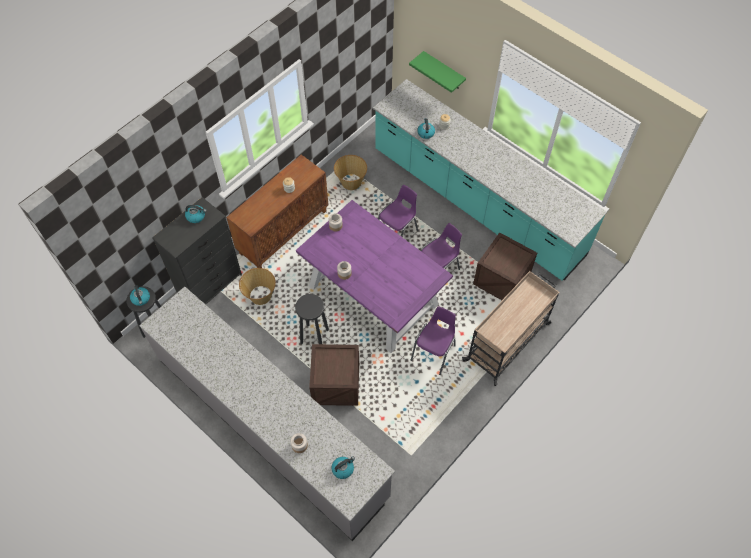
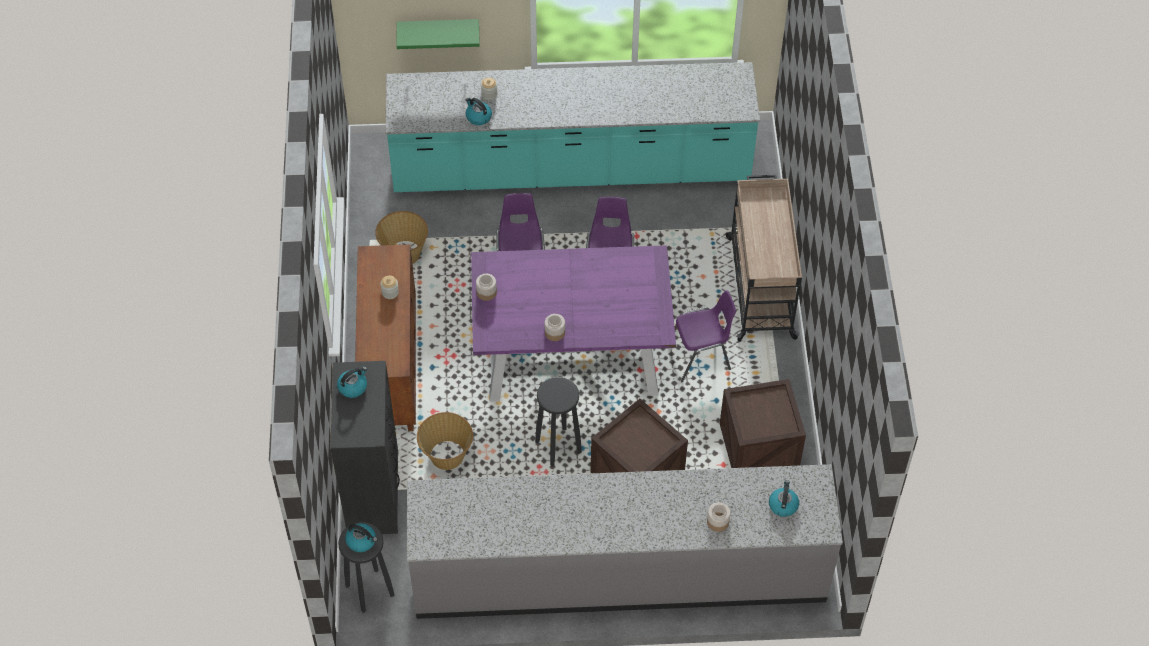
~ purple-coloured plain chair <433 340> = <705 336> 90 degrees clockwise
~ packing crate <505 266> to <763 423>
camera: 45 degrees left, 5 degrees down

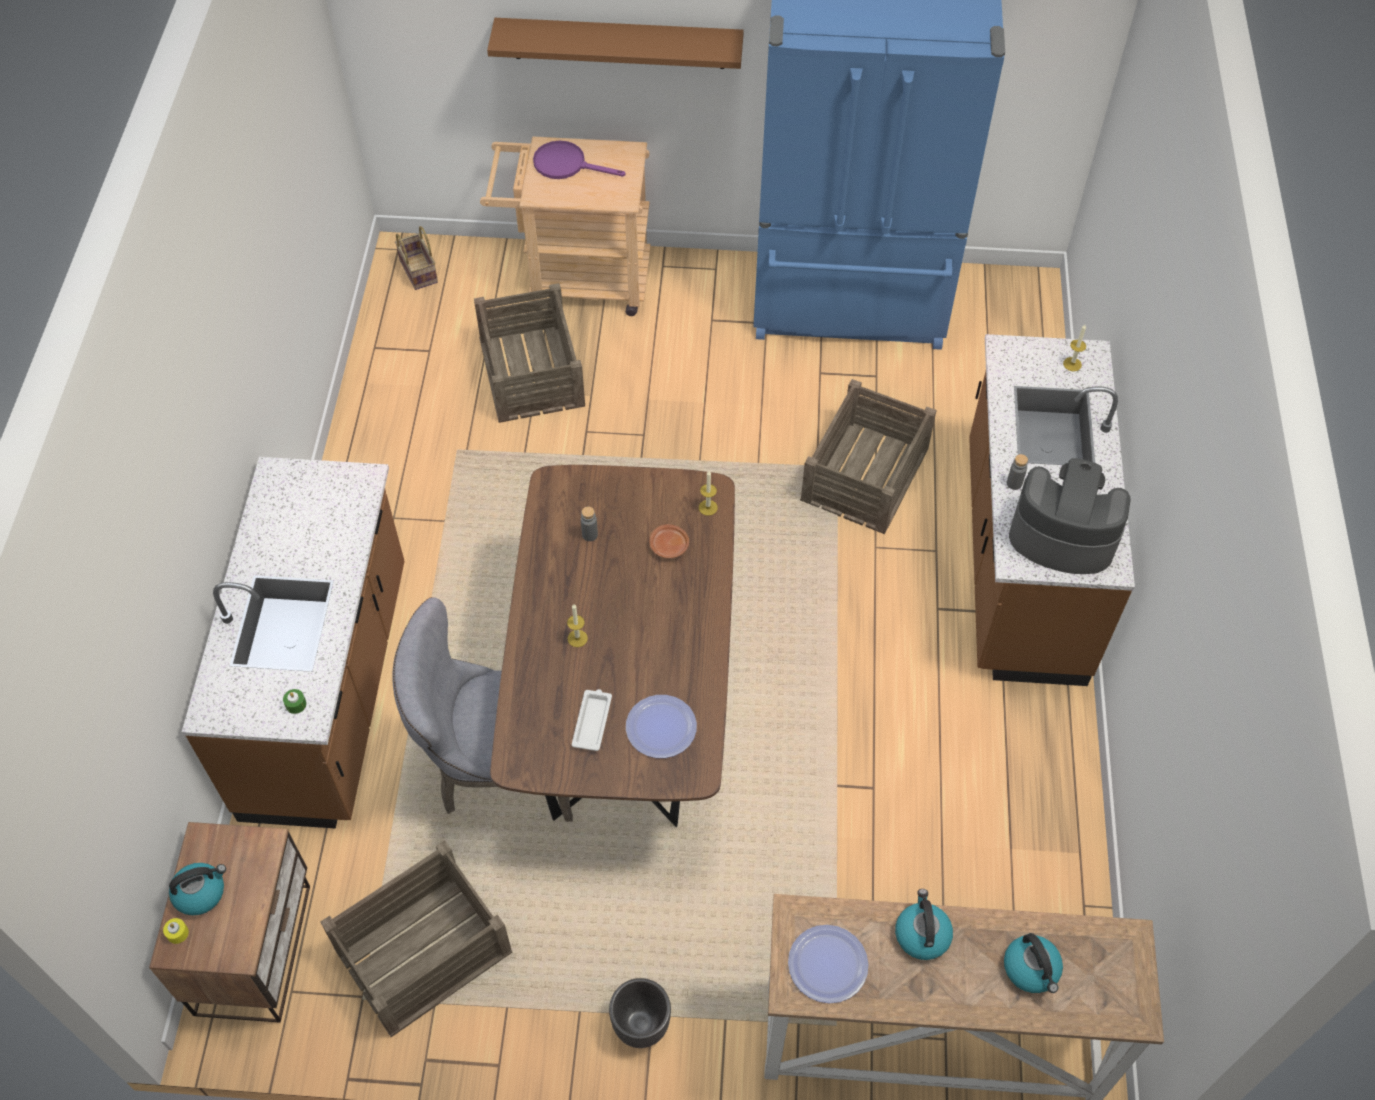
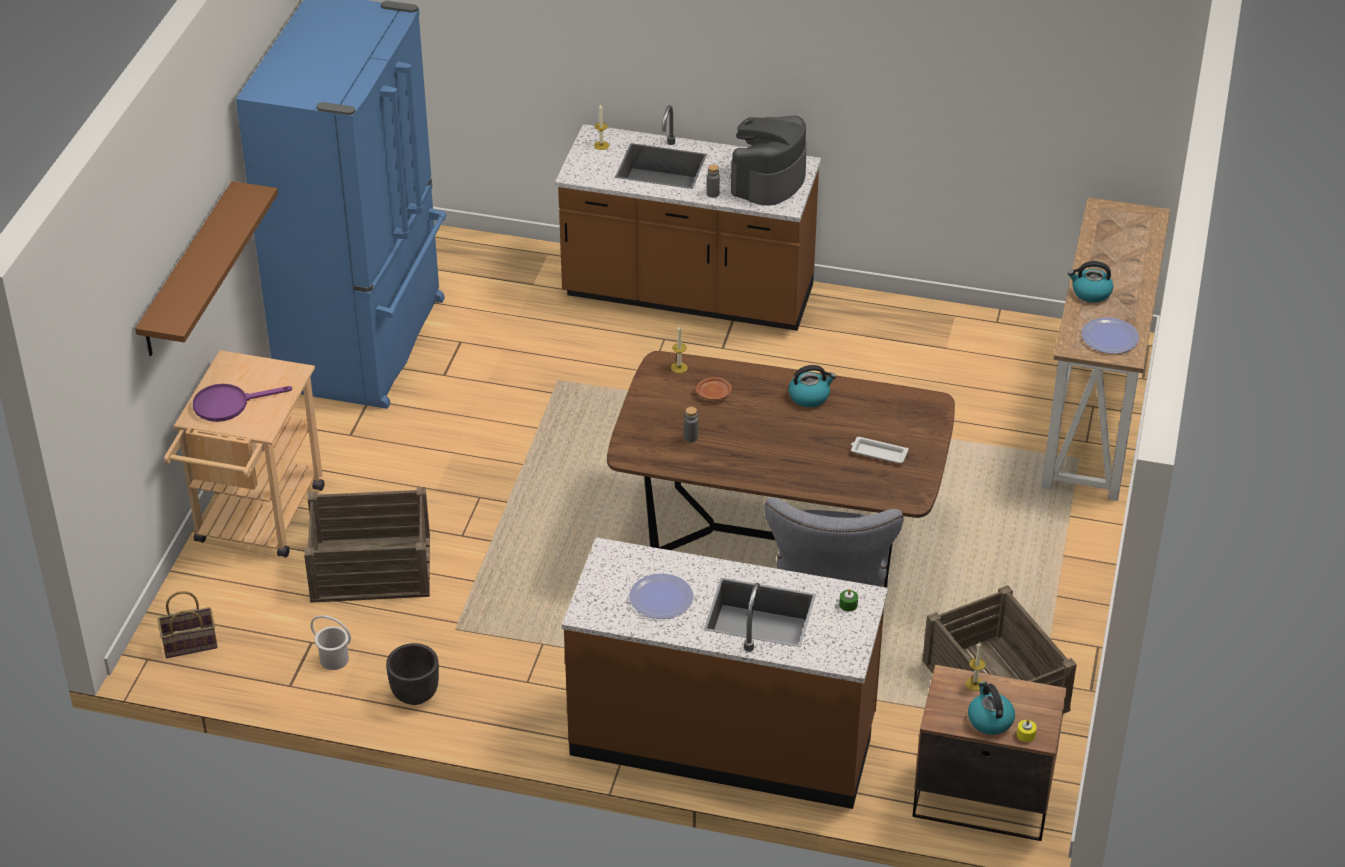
~ purple-coloured skillet <579 160> = <242 403> 45 degrees clockwise
+ whitish pail <331 642>
~ black-coloured plant pot <640 1013> to <412 674>
~ plate <661 726> to <661 596>
~ tea kettle <1033 963> to <812 386>
~ candle <577 625> to <976 666>
- packing crate <868 456>
camera: 80 degrees left, 15 degrees down

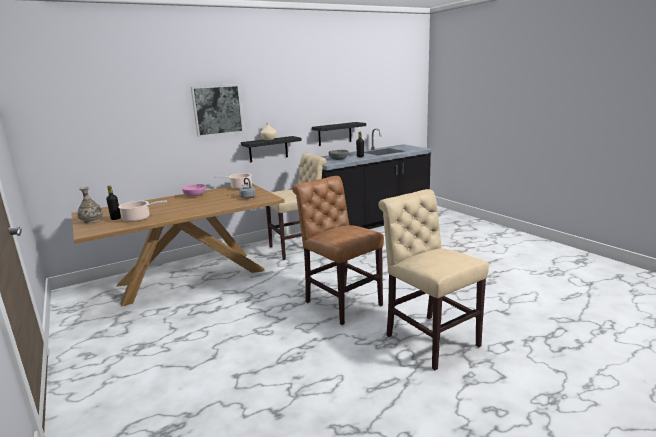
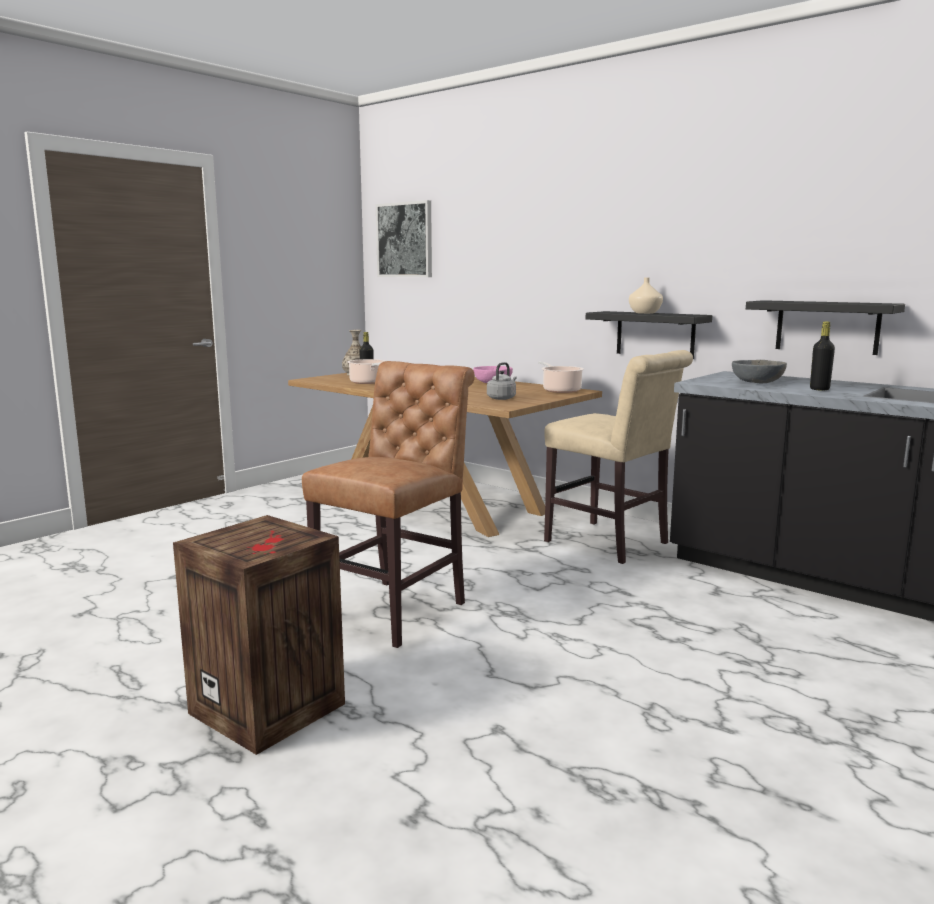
~ beige plain chair <433 279> to packing crate <259 635>
~ wall art <217 110> to <404 238>
camera: 70 degrees right, 5 degrees down

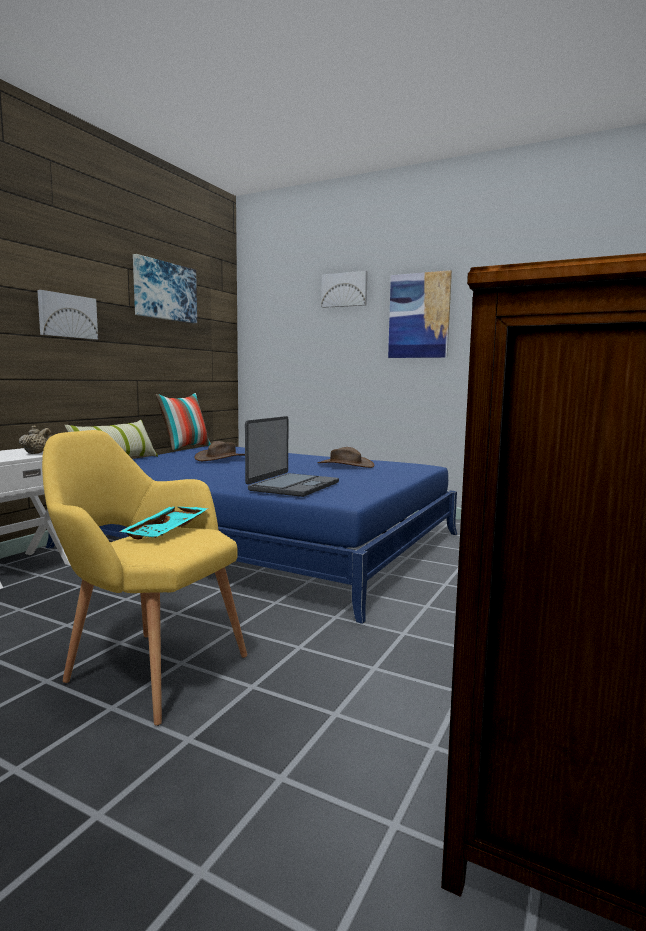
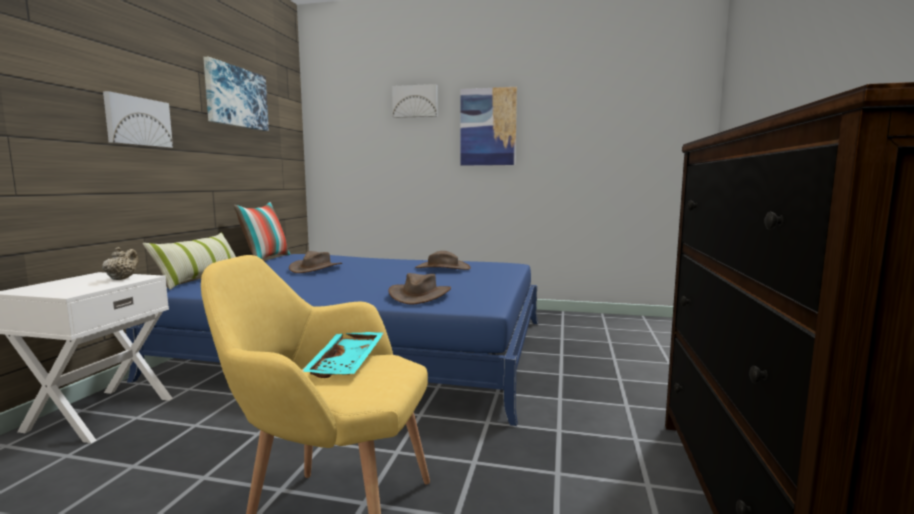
~ portable computer <292 456> to brown clothing hat <420 289>
camera: 15 degrees left, 0 degrees up

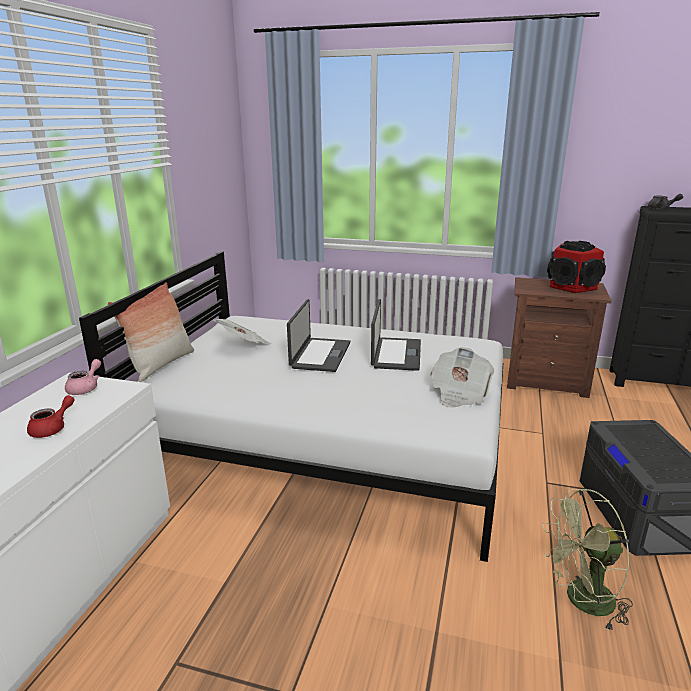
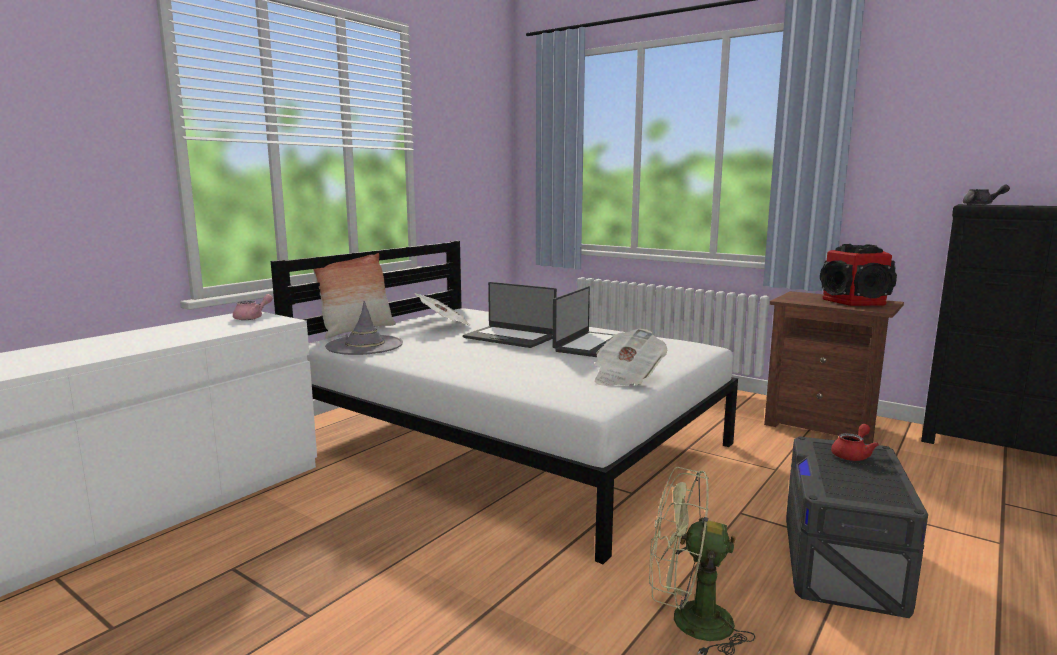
+ gray clothing hat <364 328>
~ portable computer <318 335> = <510 315> 90 degrees clockwise
~ red-coloured pot for tea <51 416> to <855 442>
camera: 20 degrees right, 10 degrees down

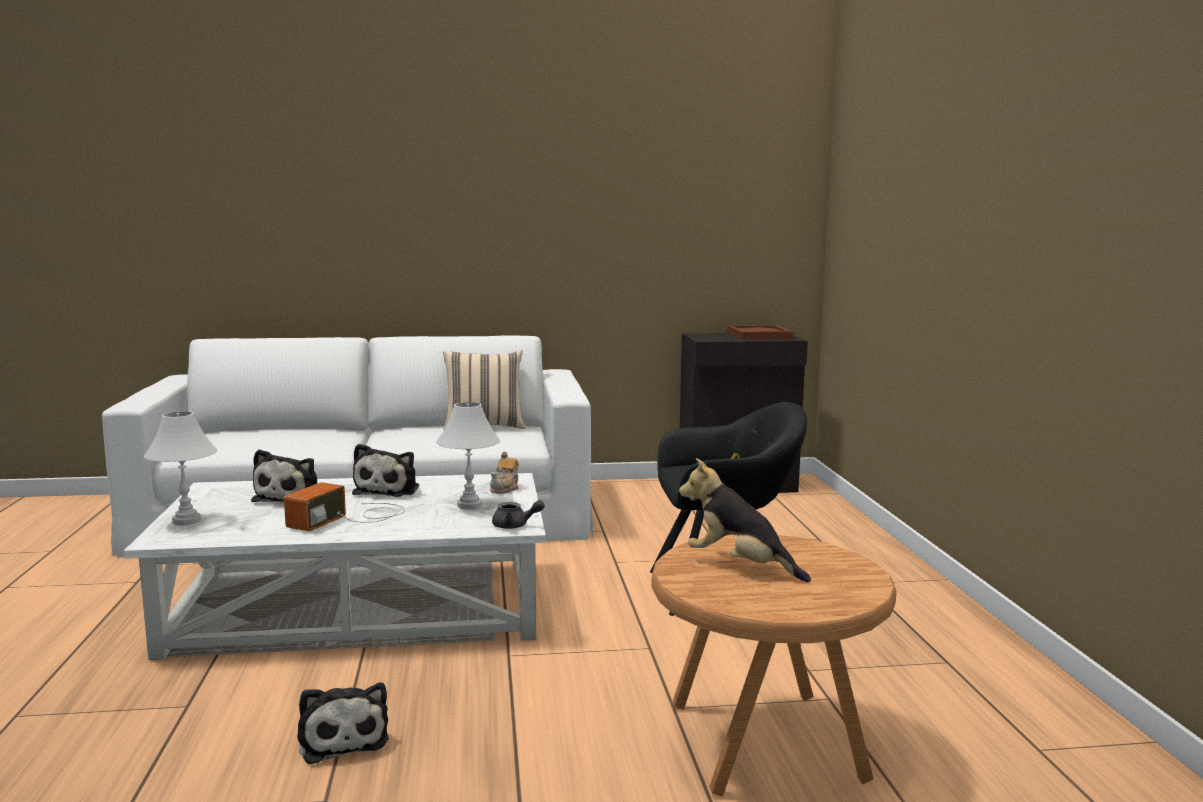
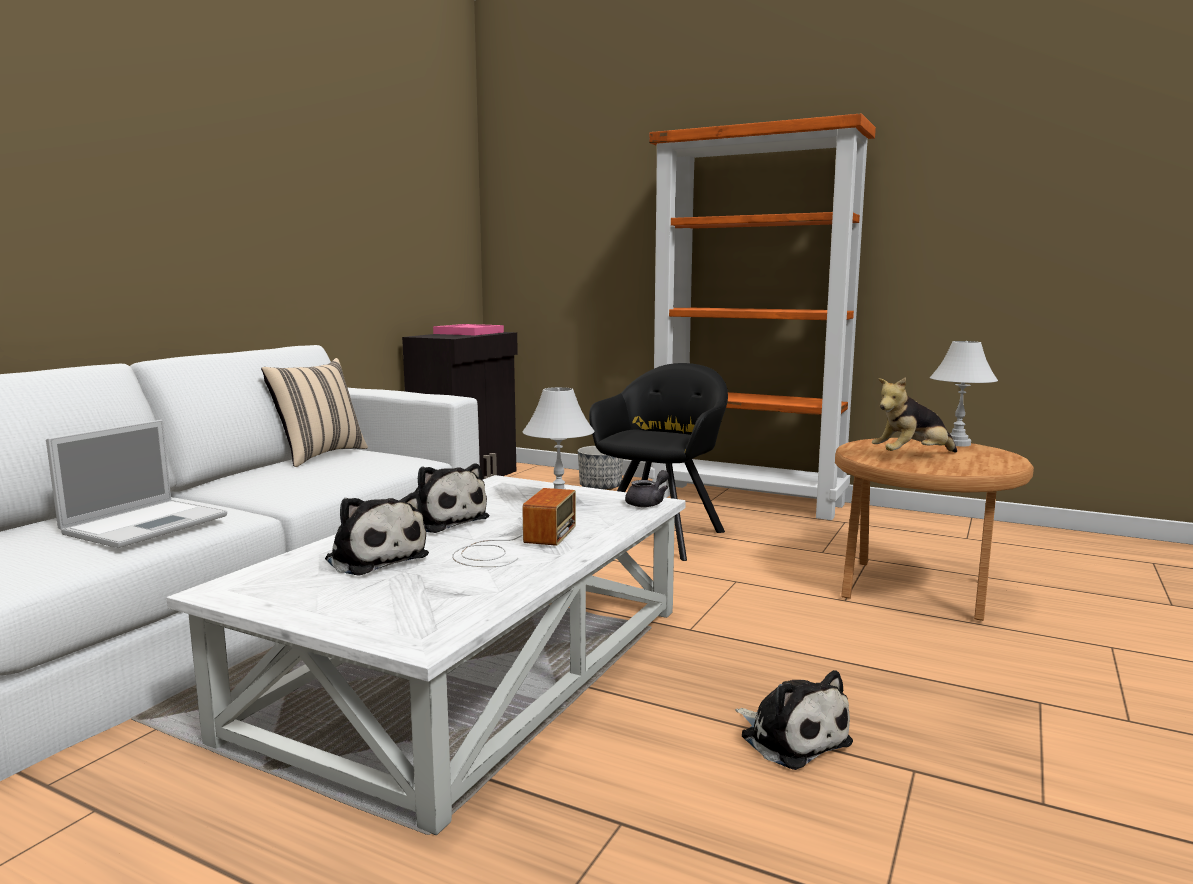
+ portable computer <136 484>
~ brown serving tray <760 332> to pinkish serving tray <468 329>
~ radio set <344 506> = <514 527> 135 degrees counterclockwise
+ plant pot <600 468>
+ orangey shelving unit <762 316>
~ soft toy <343 723> = <794 720> 45 degrees clockwise
~ whitish table lamp <180 468> to <964 393>
- pot for tea <504 473>
camera: 55 degrees left, 0 degrees up

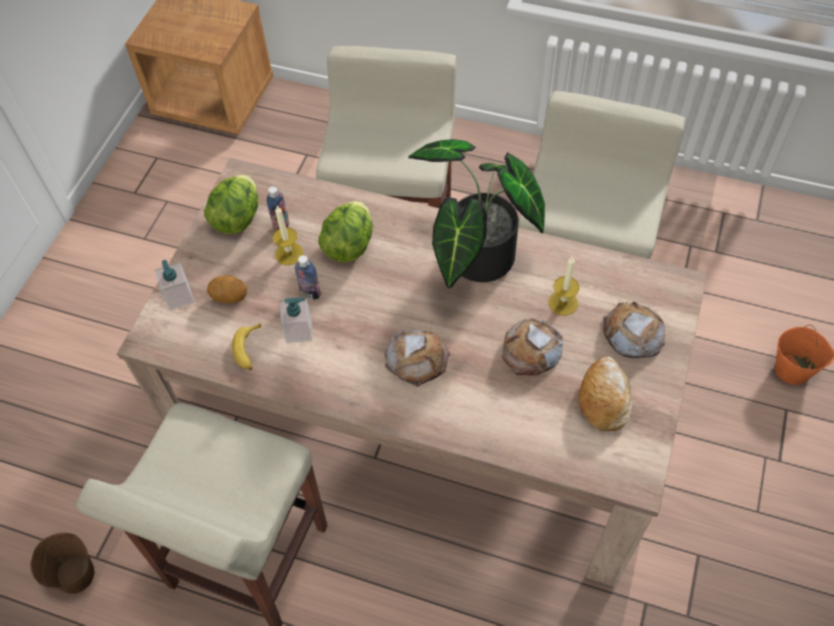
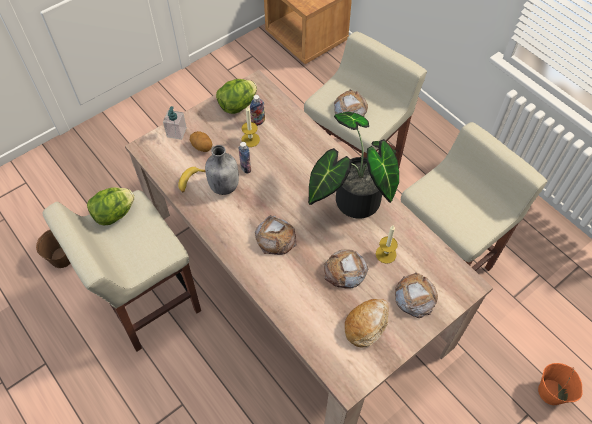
~ lettuce head <345 232> to <111 206>
~ soap dispenser <296 320> to gray beverage bottle <222 170>
+ bakery bread <351 103>
camera: 30 degrees right, 0 degrees up

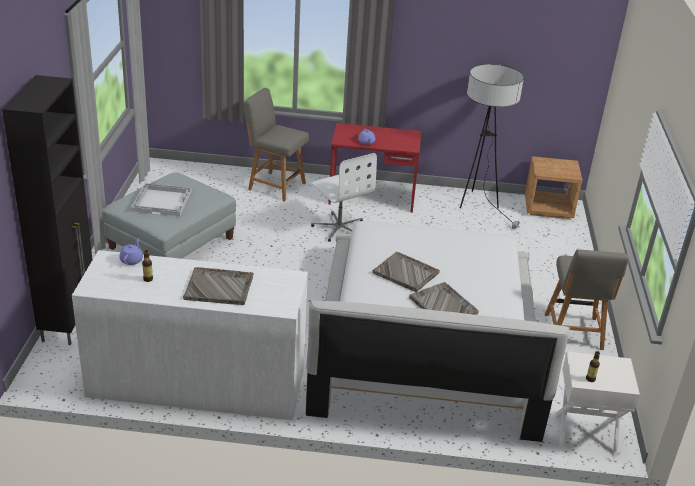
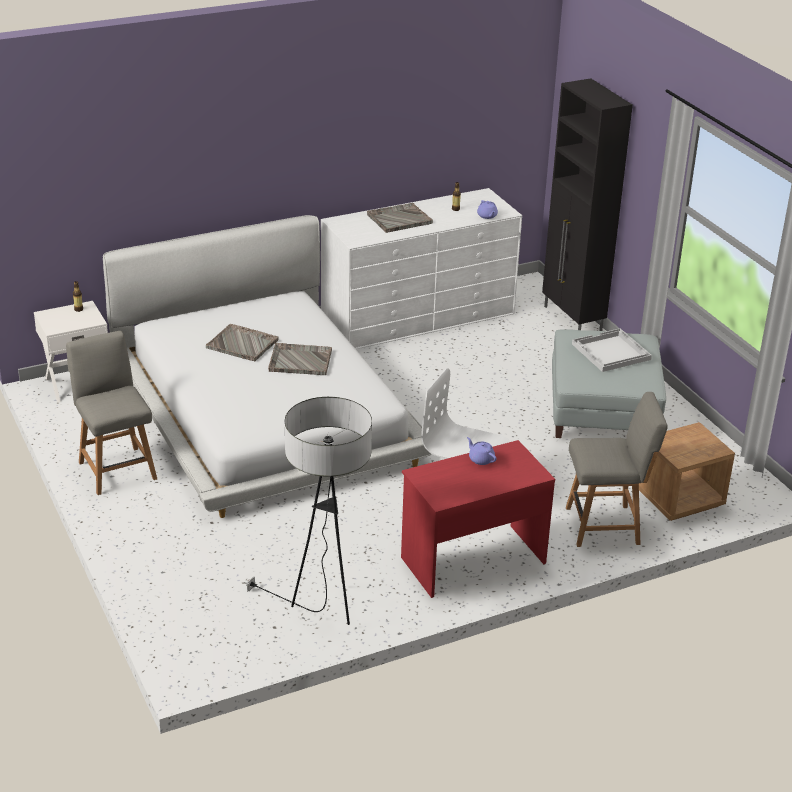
~ brown night table <554 187> to <687 471>
camera: 150 degrees right, 0 degrees up

